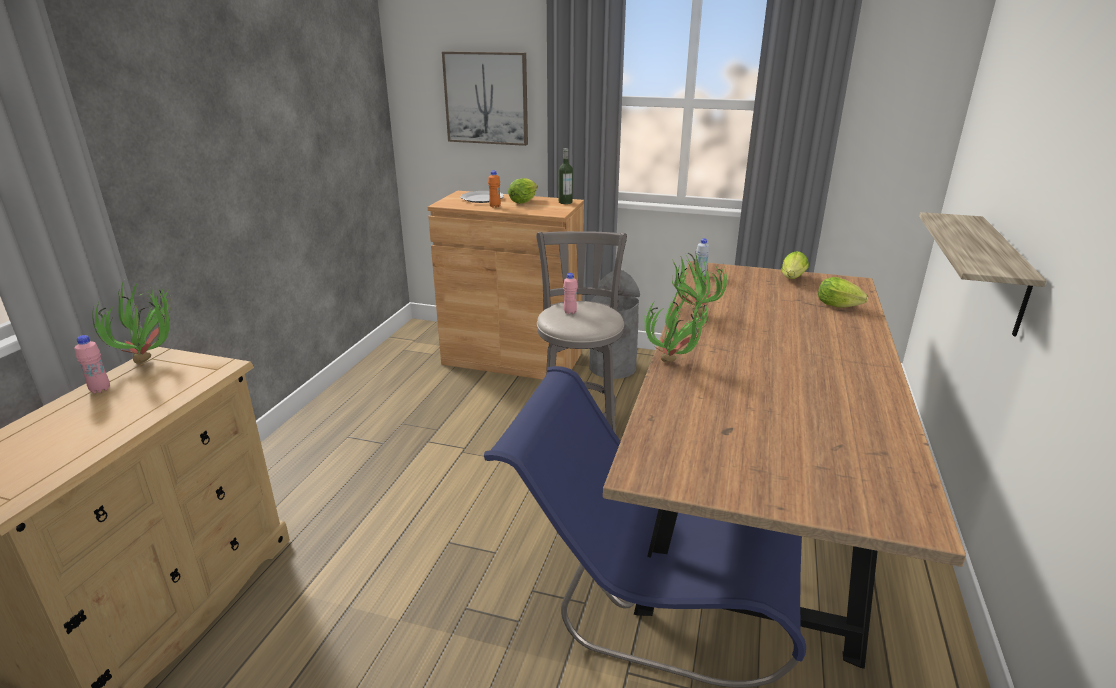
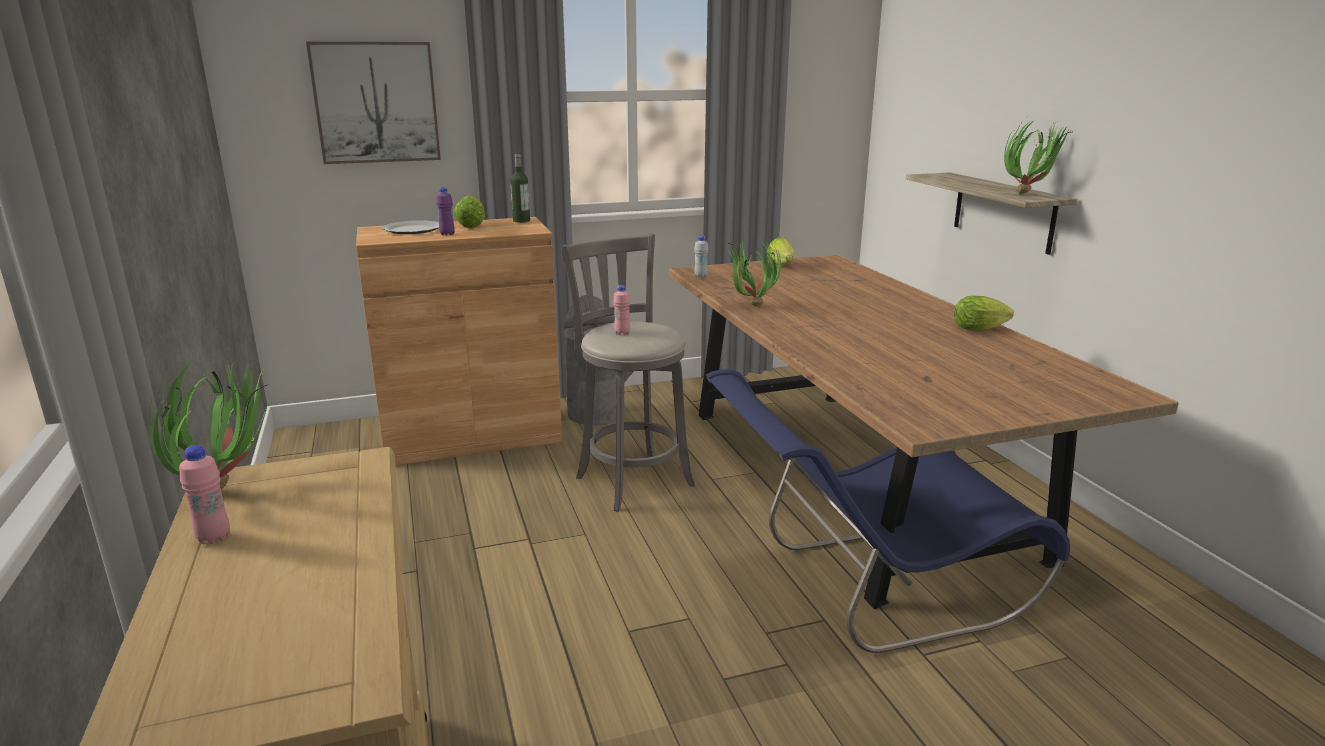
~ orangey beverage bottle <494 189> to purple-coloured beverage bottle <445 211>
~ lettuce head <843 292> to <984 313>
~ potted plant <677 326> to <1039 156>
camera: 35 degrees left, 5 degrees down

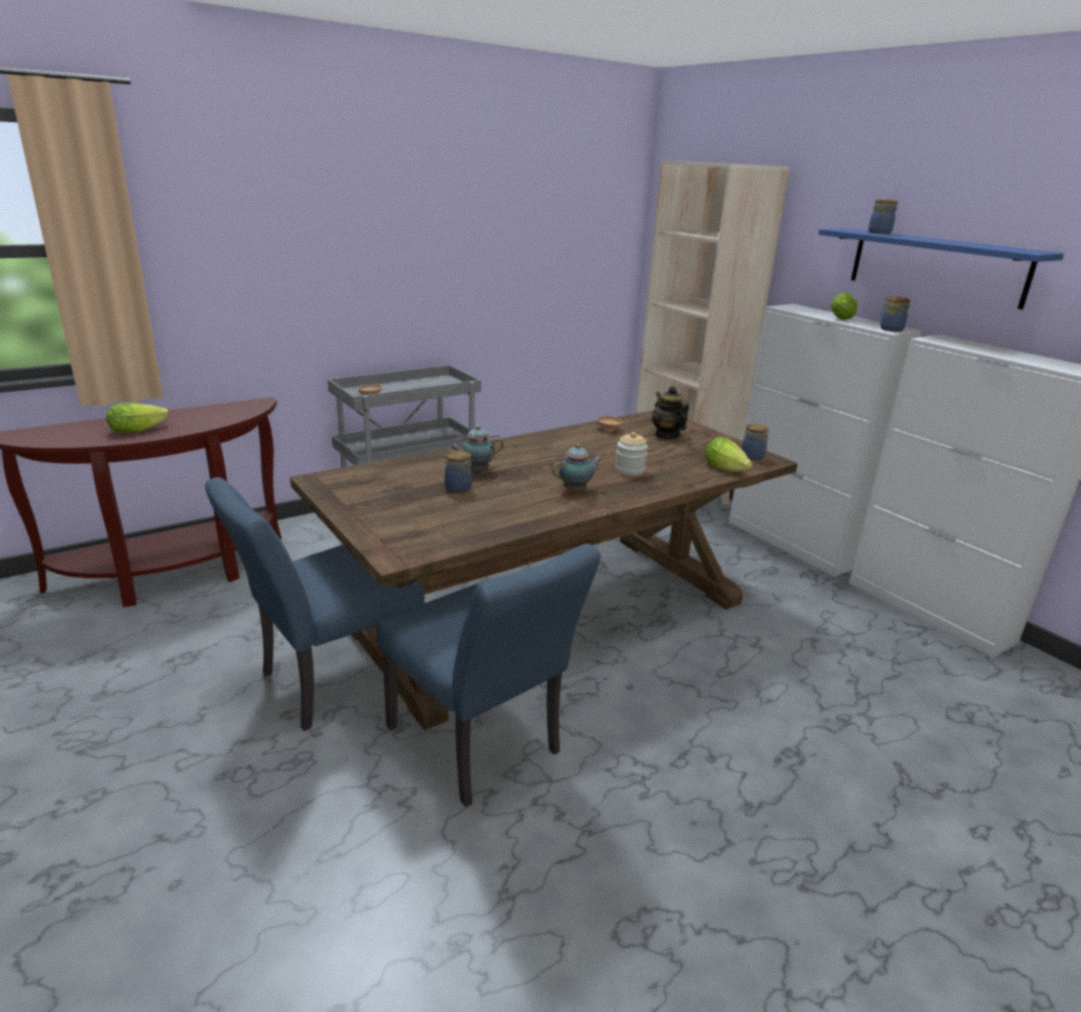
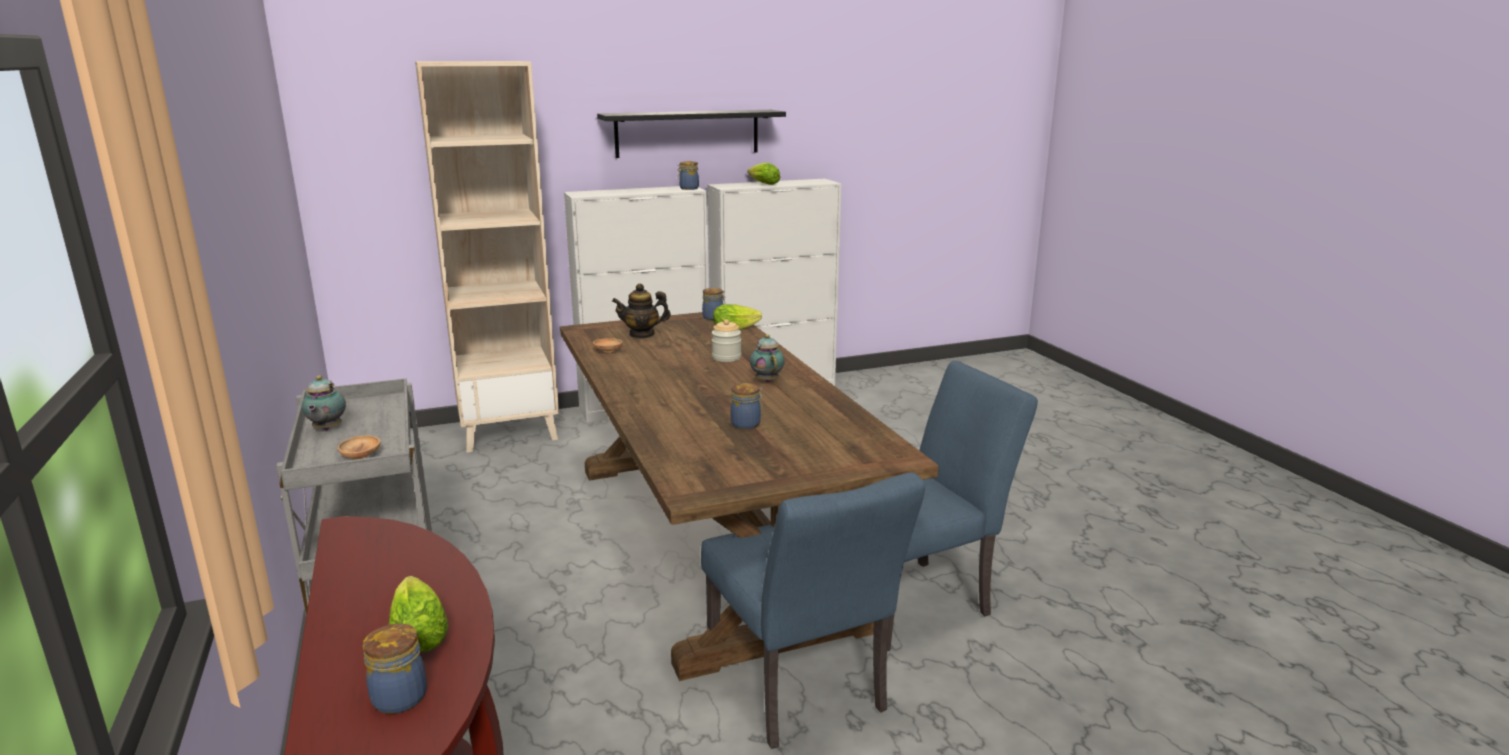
~ pot for tea <476 448> to <324 403>
~ jar <883 216> to <395 669>
~ bluish wall shelf <941 269> to black-coloured wall shelf <691 134>
~ lettuce head <843 306> to <763 174>
camera: 75 degrees left, 5 degrees down

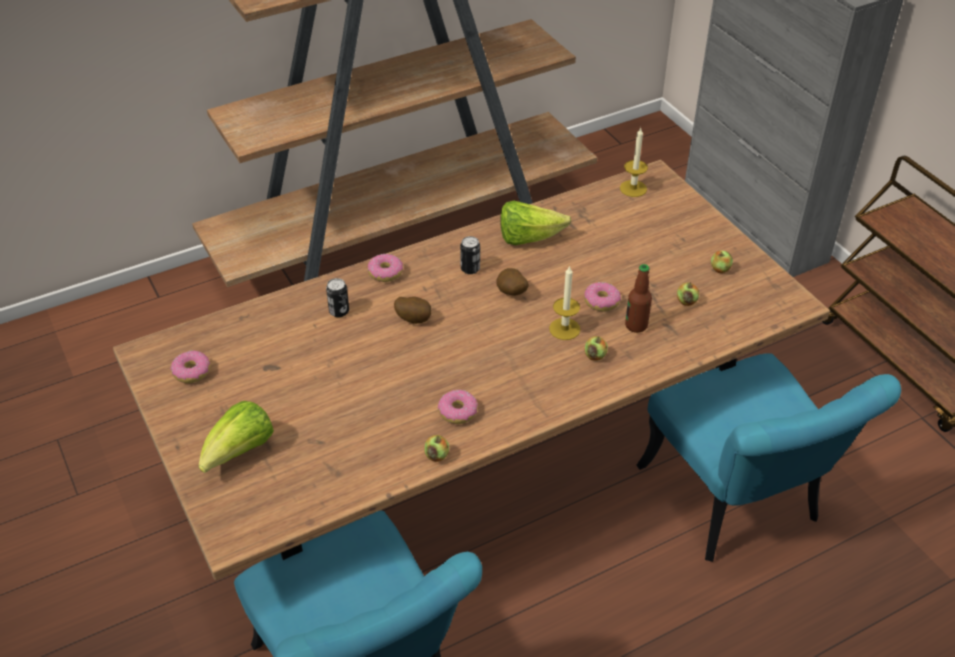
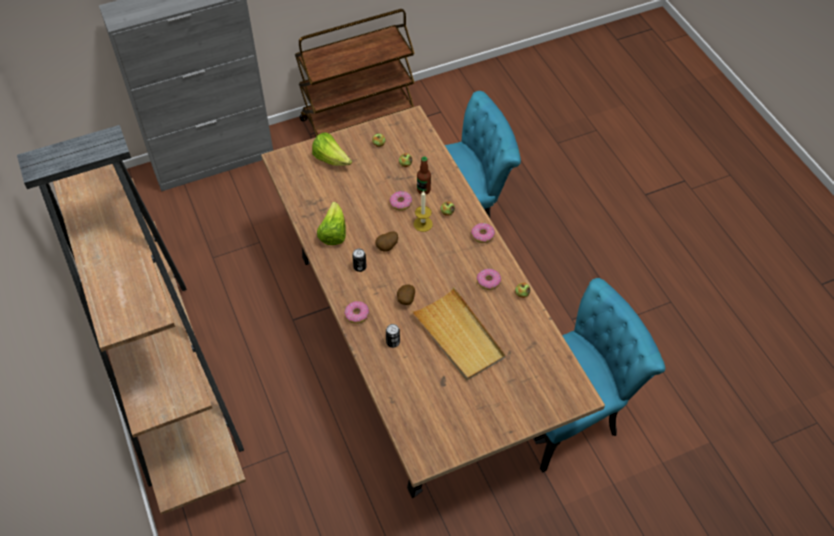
~ lettuce head <236 437> to <332 149>
+ beige serving tray <458 333>
~ ring doughnut <190 366> to <483 233>
- candle <634 162>
camera: 85 degrees left, 10 degrees up

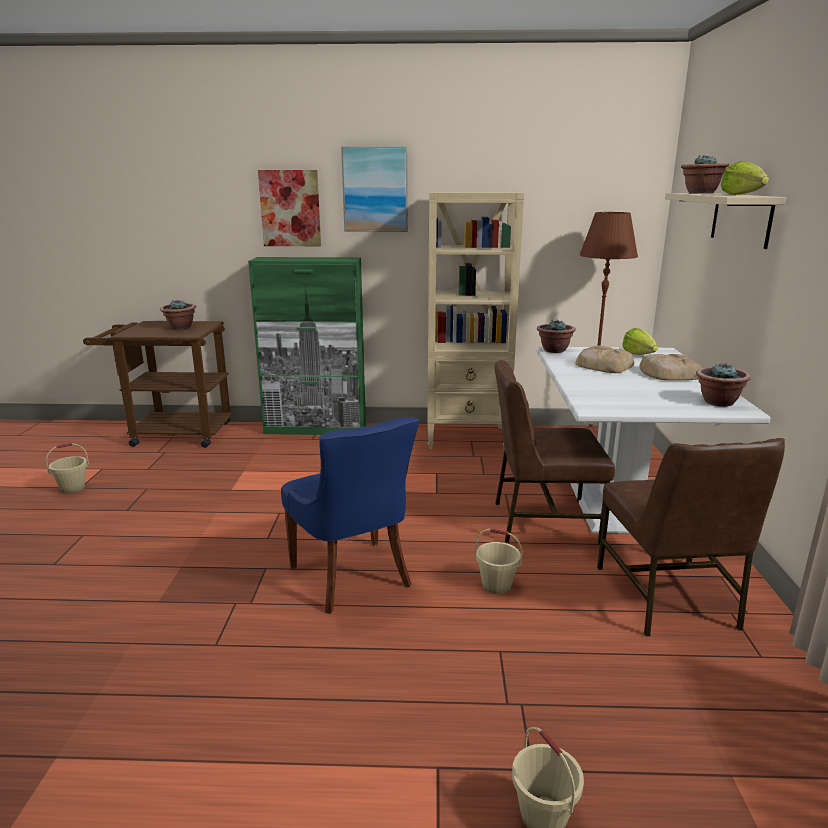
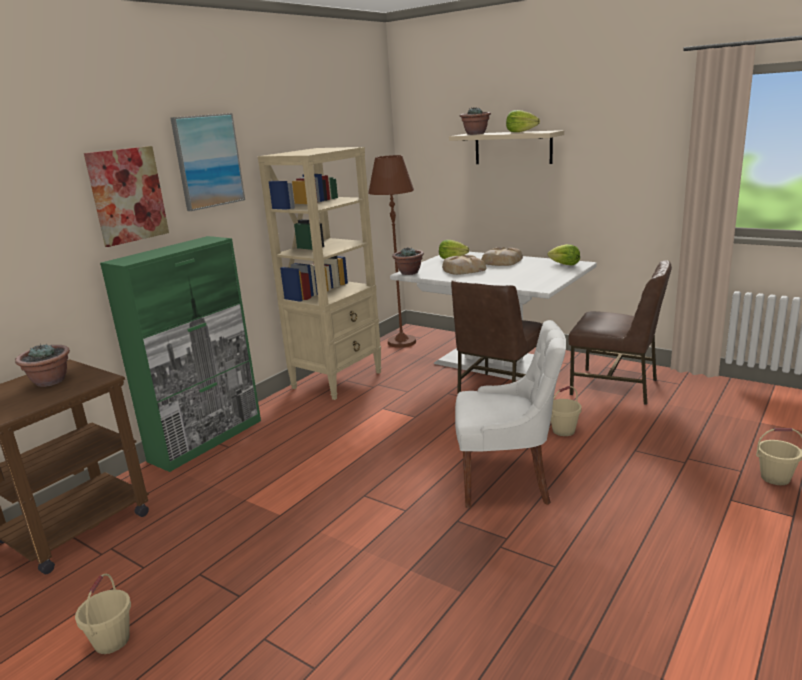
~ bluish plain chair <350 515> to whitish plain chair <510 414>
~ potted plant <723 385> to lettuce head <564 254>
camera: 55 degrees left, 0 degrees up

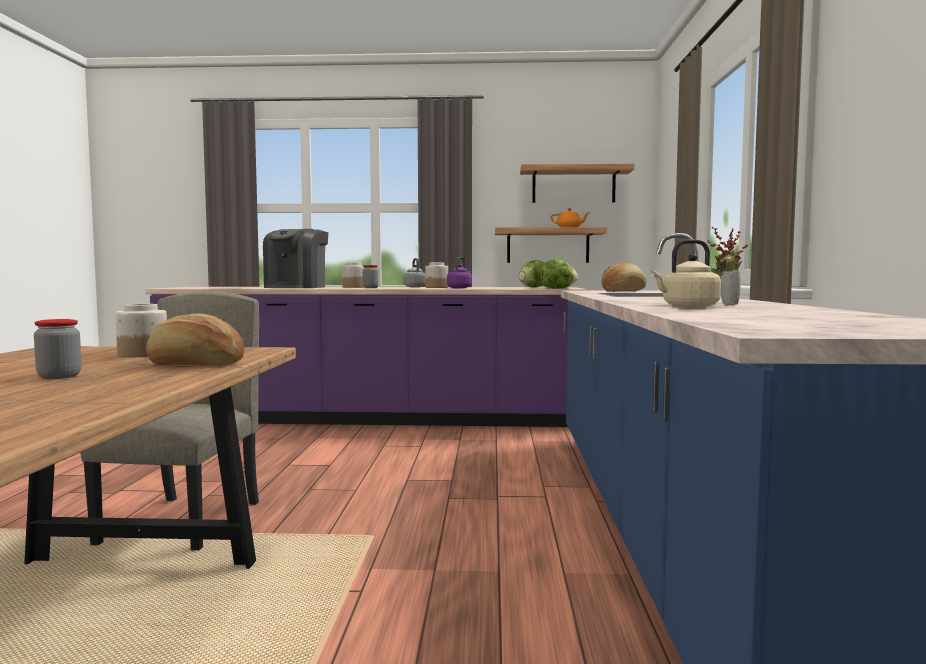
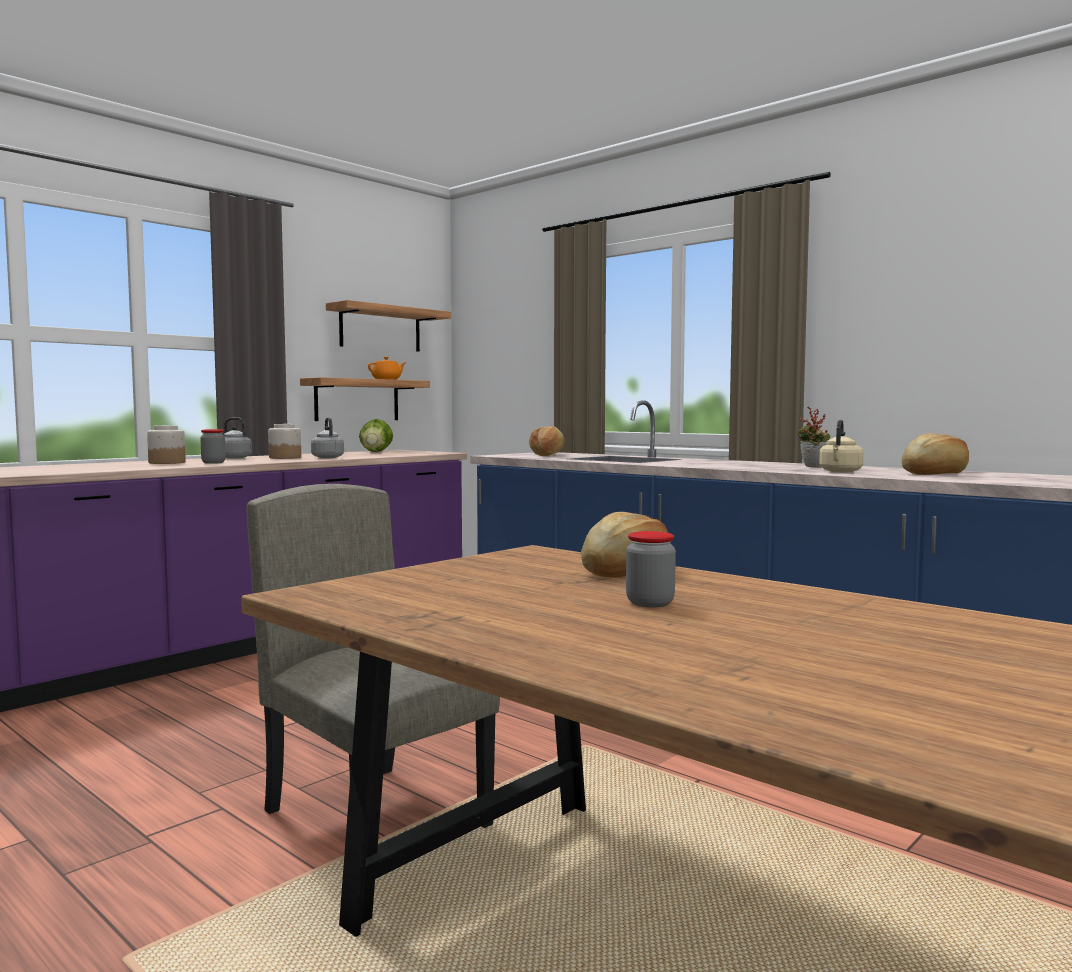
~ purple-coloured tea kettle <459 272> to gray tea kettle <327 437>
+ bakery bread <935 454>
- jar <141 330>
- coffee brewer <295 258>
- lettuce head <559 274>
camera: 50 degrees left, 0 degrees up

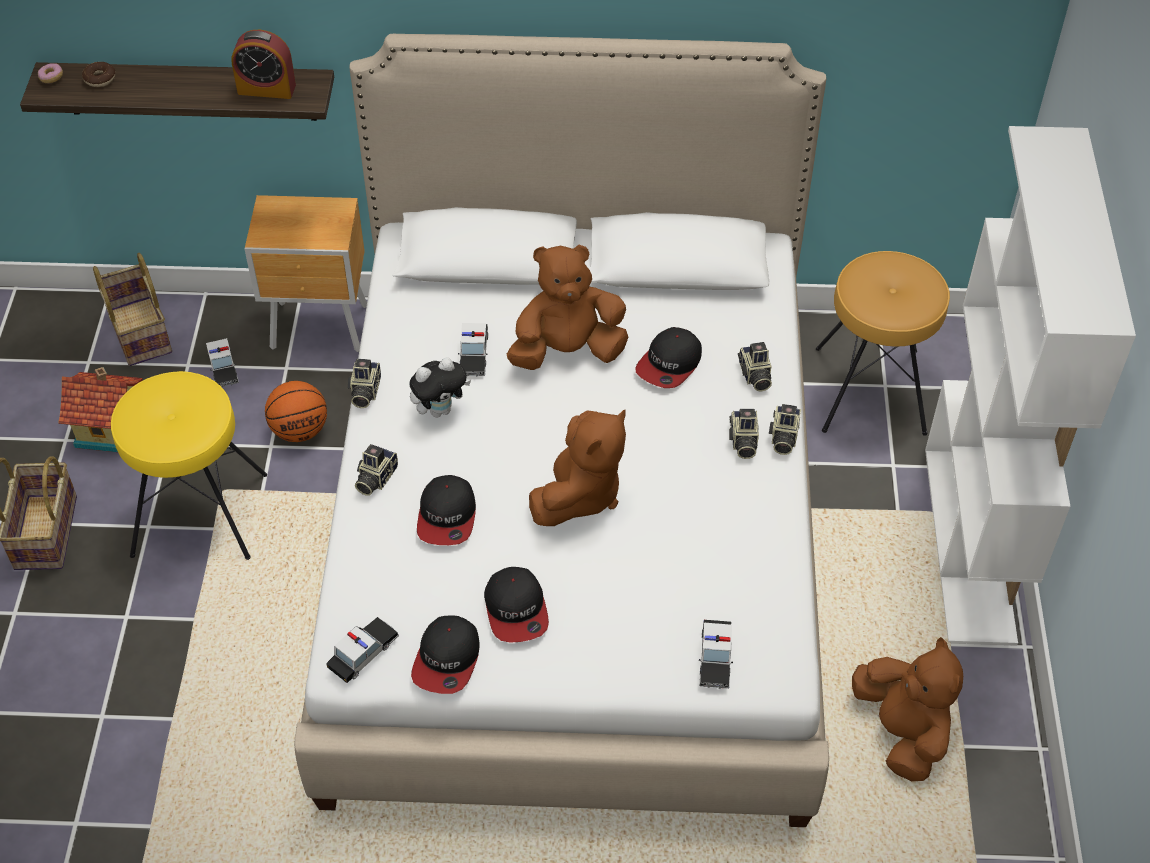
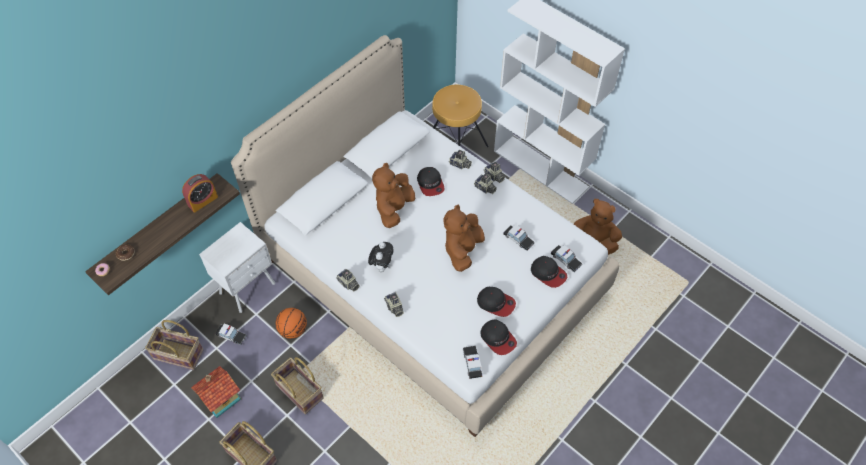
~ brown night table <305 273> to whitish night table <237 267>
~ yellow-coloured stool <189 465> to household basket <297 386>
~ brown soft toy <577 468> = <464 238> 135 degrees counterclockwise
~ model car <473 350> to <518 238>
~ peaked cap <446 510> to <549 272>
camera: 50 degrees left, 5 degrees up

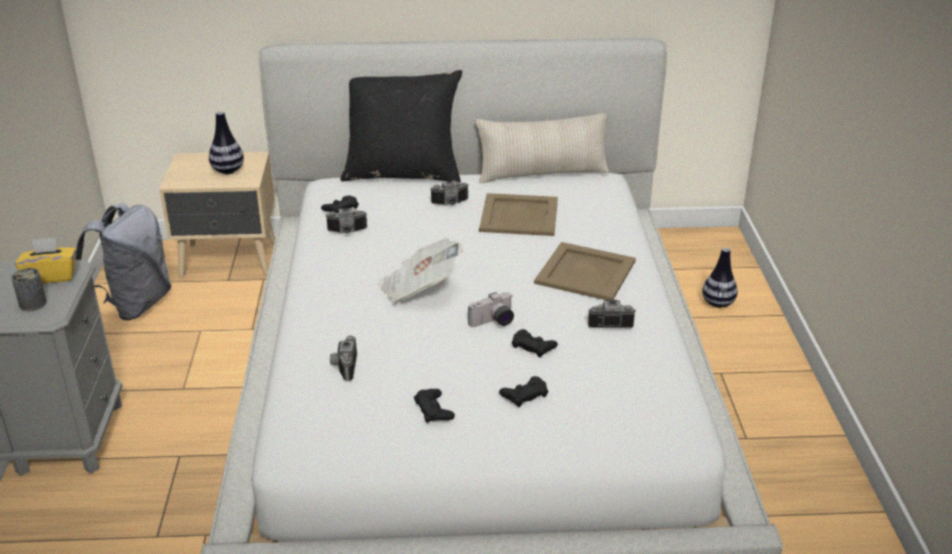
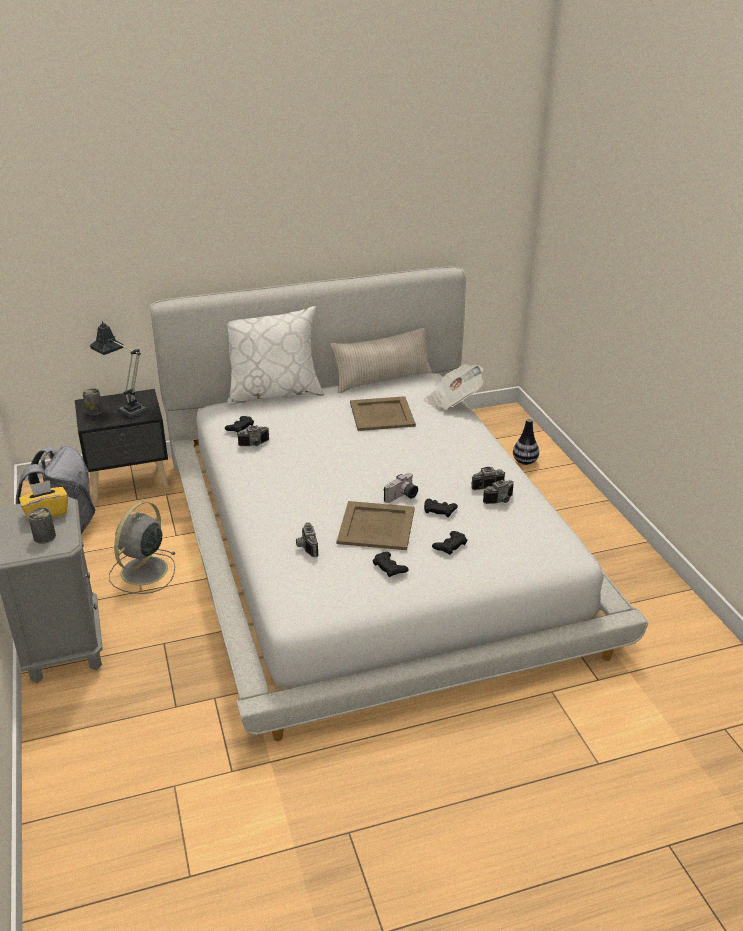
~ beige night table <217 215> to black-coloured night table <122 446>
+ metal can <92 401>
~ vase <226 142> to table lamp <119 369>
+ gray electric fan <142 547>
~ black-coloured pillow <401 126> to whitish pillow <275 355>
~ beige serving tray <585 271> to <376 525>
~ daily paper <420 270> to <454 387>
~ still camera <449 193> to <498 492>
camera: 15 degrees left, 0 degrees up

